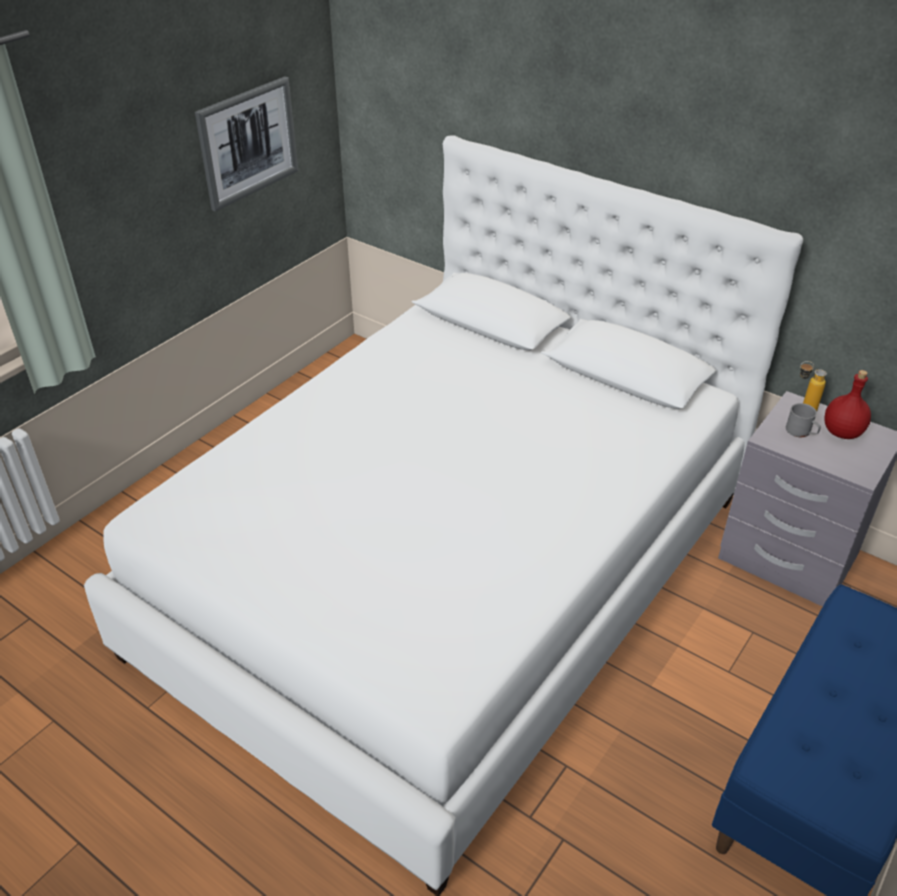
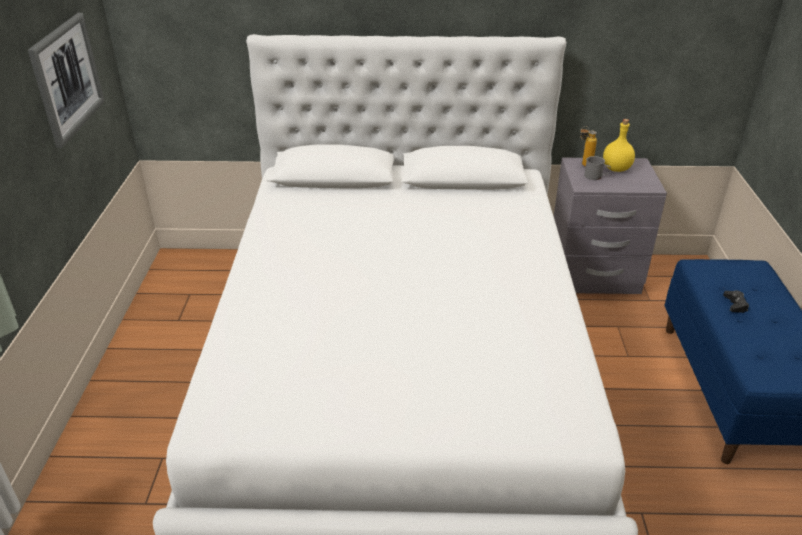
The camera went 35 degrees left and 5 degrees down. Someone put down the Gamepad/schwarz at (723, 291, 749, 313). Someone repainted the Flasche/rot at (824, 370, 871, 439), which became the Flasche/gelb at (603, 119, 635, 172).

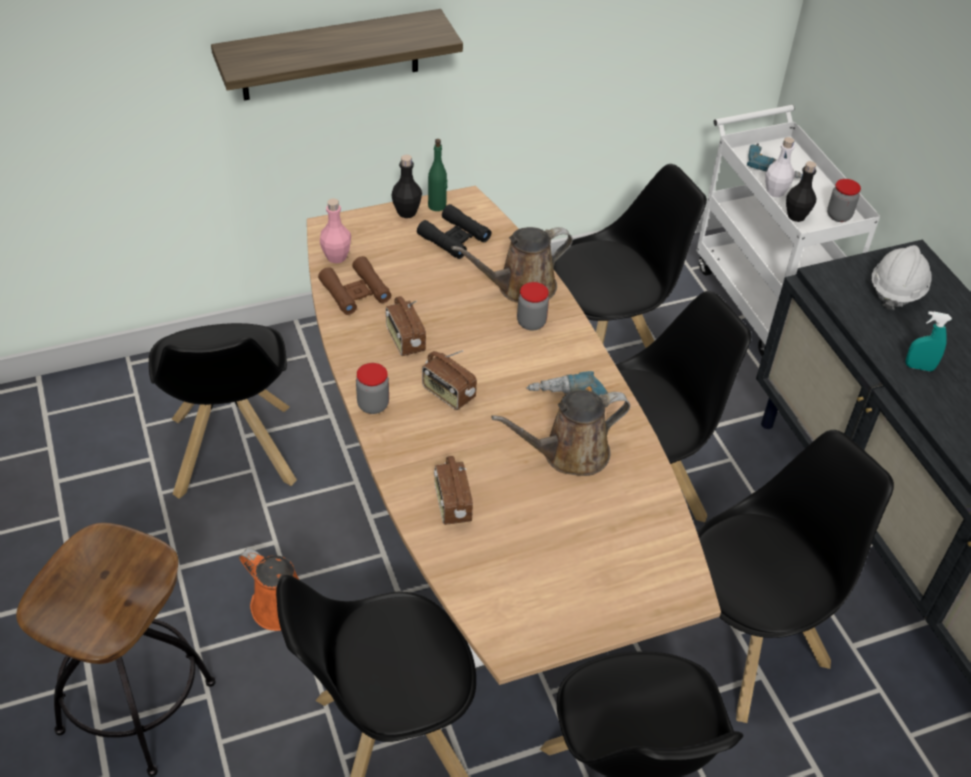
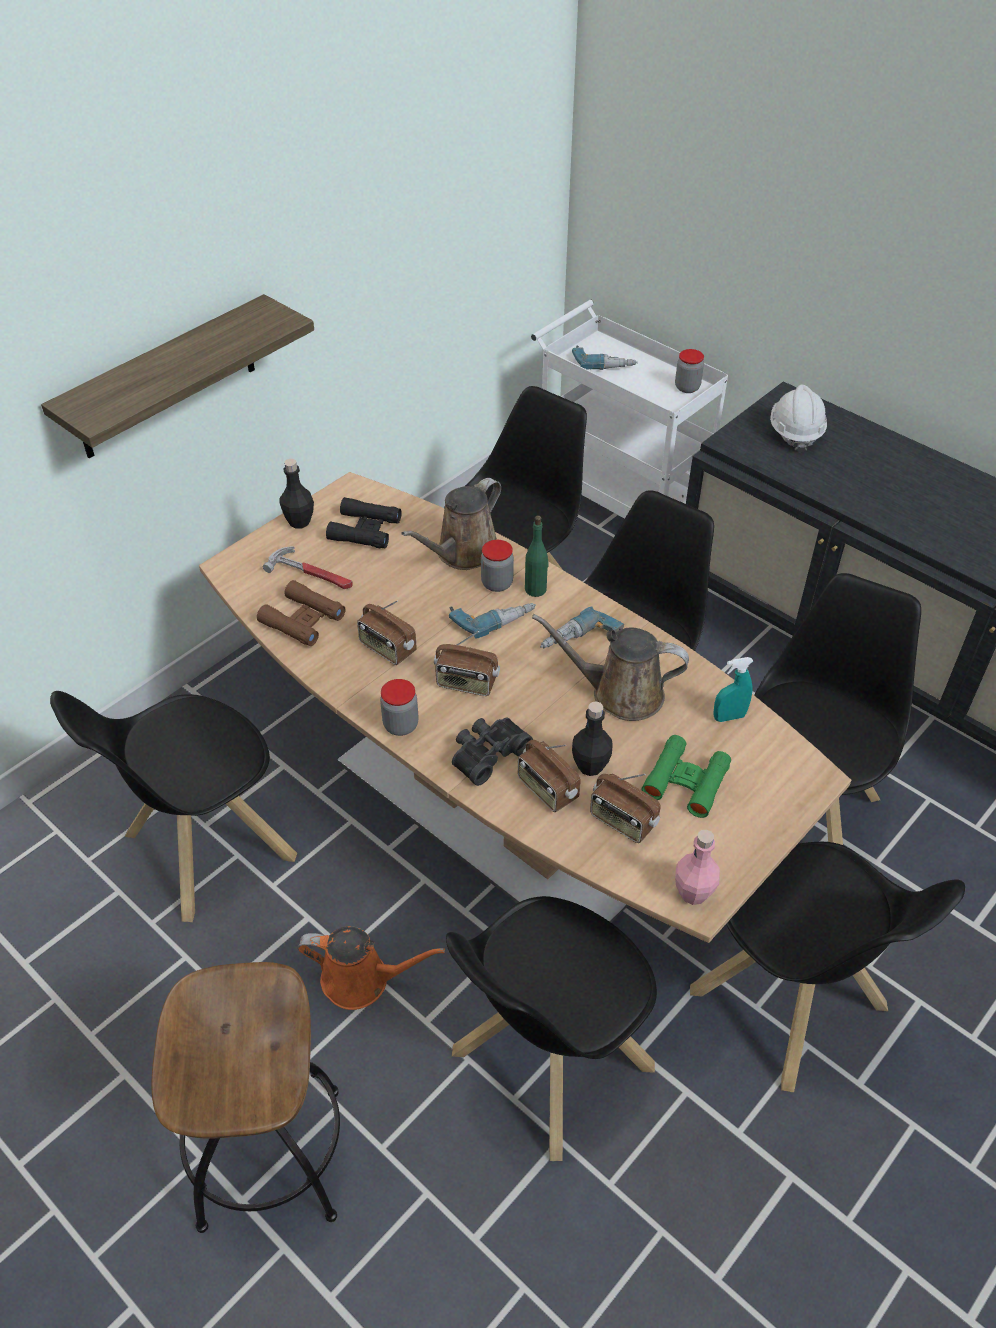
The camera went 25 degrees left and 0 degrees up. Someone took away the Flasche/weiß at (765, 137, 795, 197). Someone put down the Hammer at (263, 547, 353, 589). Someone put down the Bohrmaschine at (449, 603, 536, 639). Someone put down the Fernglas/schwarz at (452, 718, 533, 786). Someone put down the Radio at (590, 774, 661, 843). Someone put down the Fernglas/grün at (641, 735, 731, 818). Someone carried the Flasche/rosa from (320, 198, 351, 264) to (675, 830, 720, 905). Someone carried the Flasche/grün from (428, 139, 448, 211) to (525, 515, 548, 597). Someone carried the Flasche/schwarz from (786, 161, 816, 222) to (572, 701, 613, 776). Someone carried the Sprühflasche/türkis from (906, 311, 952, 372) to (713, 657, 753, 722). Someone rotated the Stuhl/schwarz at (149, 323, 297, 499) by 90 degrees clockwise. Someone rotated the Gießkanne/braun at (491, 390, 630, 476) by 60 degrees clockwise.

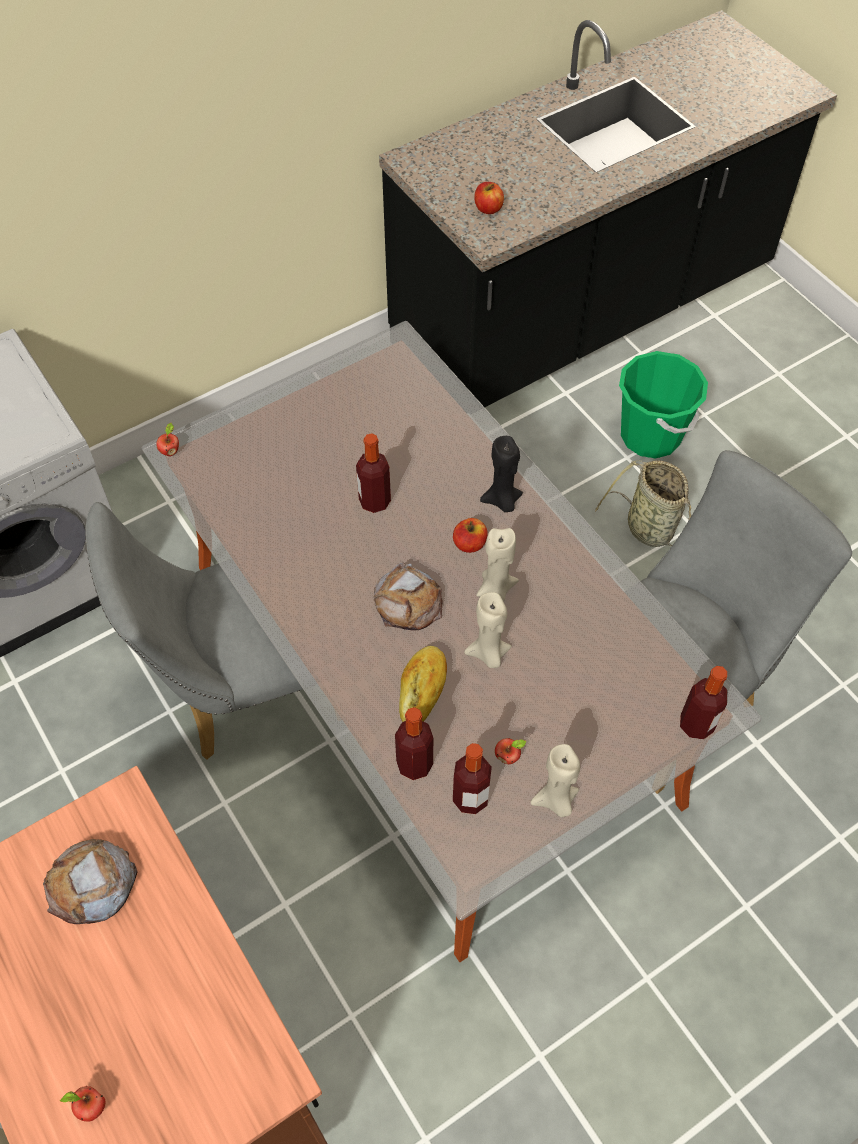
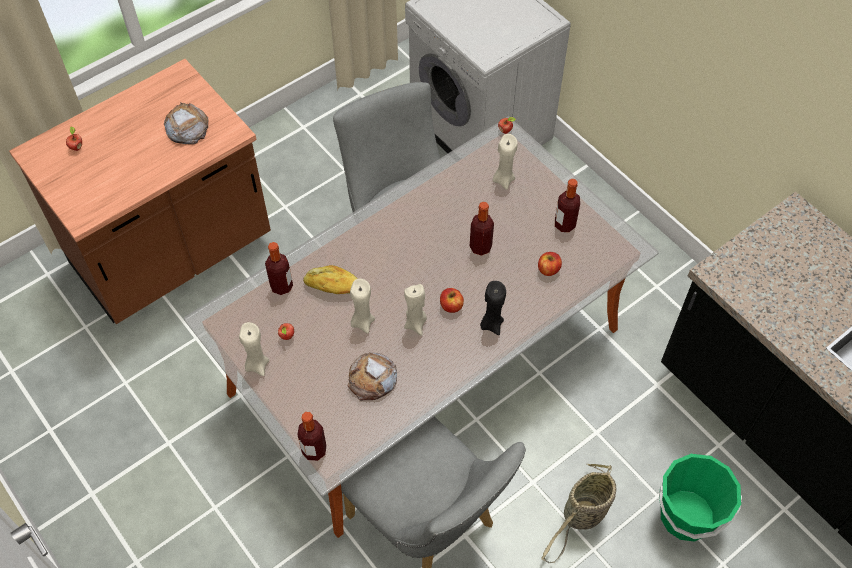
The camera went 85 degrees right and 0 degrees up. Someone put down the Kerze/beige at (493, 134, 518, 190). Someone carried the Brot from (373, 562, 443, 631) to (348, 352, 397, 400). Someone carried the Flasche from (453, 743, 492, 814) to (555, 179, 580, 232). Someone carried the Apfel from (474, 182, 504, 214) to (538, 252, 562, 276).

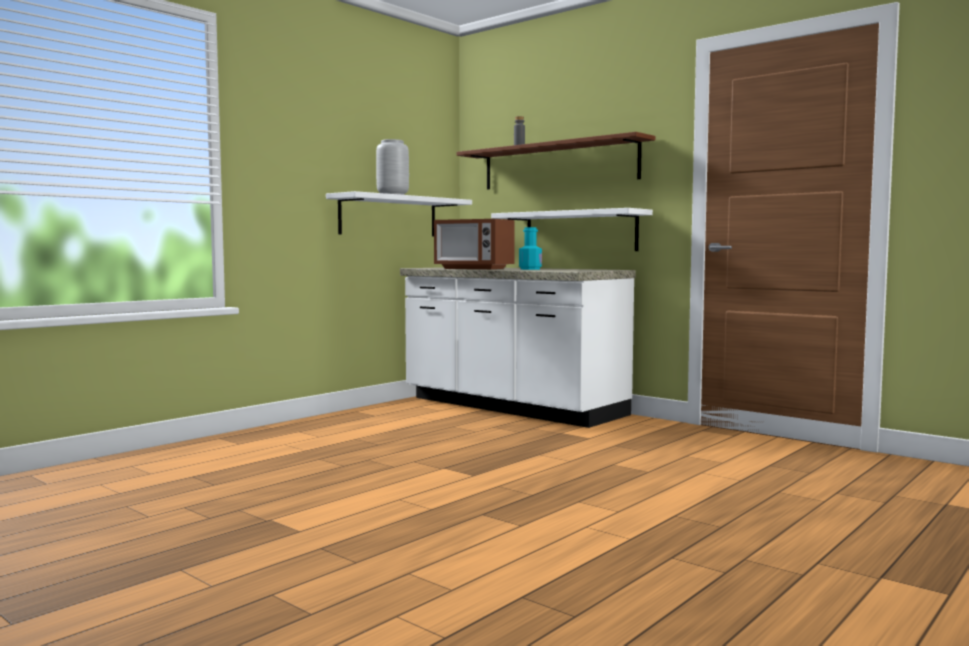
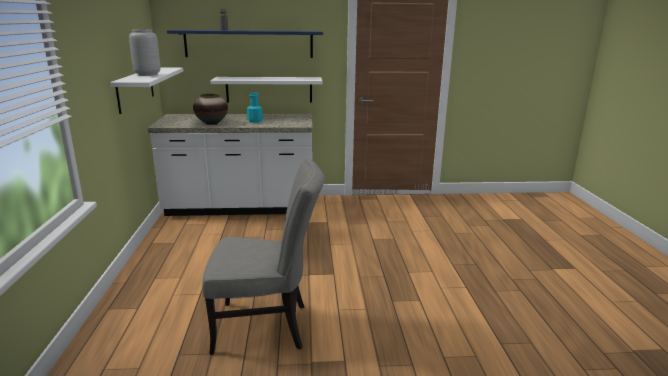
The camera went 45 degrees left and 15 degrees up. Someone put down the Stuhl/grau at (202, 159, 325, 355). Someone swapped the Mikrowelle at (434, 219, 515, 269) for the Vase at (193, 94, 228, 125). Someone repainted the Wandregal/braun at (457, 132, 655, 189), which became the Wandregal/blau at (167, 30, 323, 58).

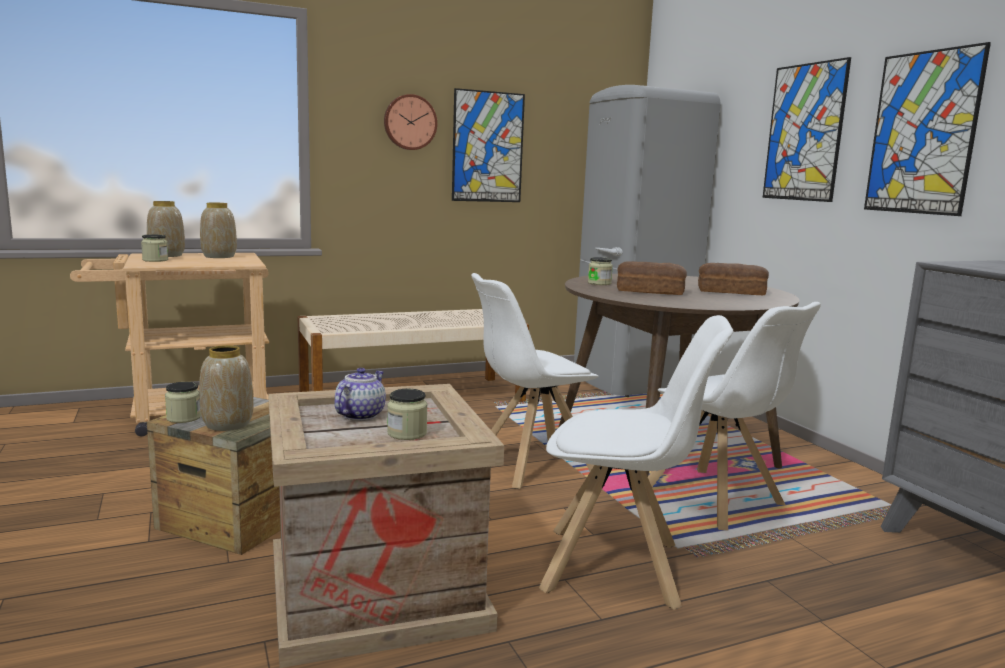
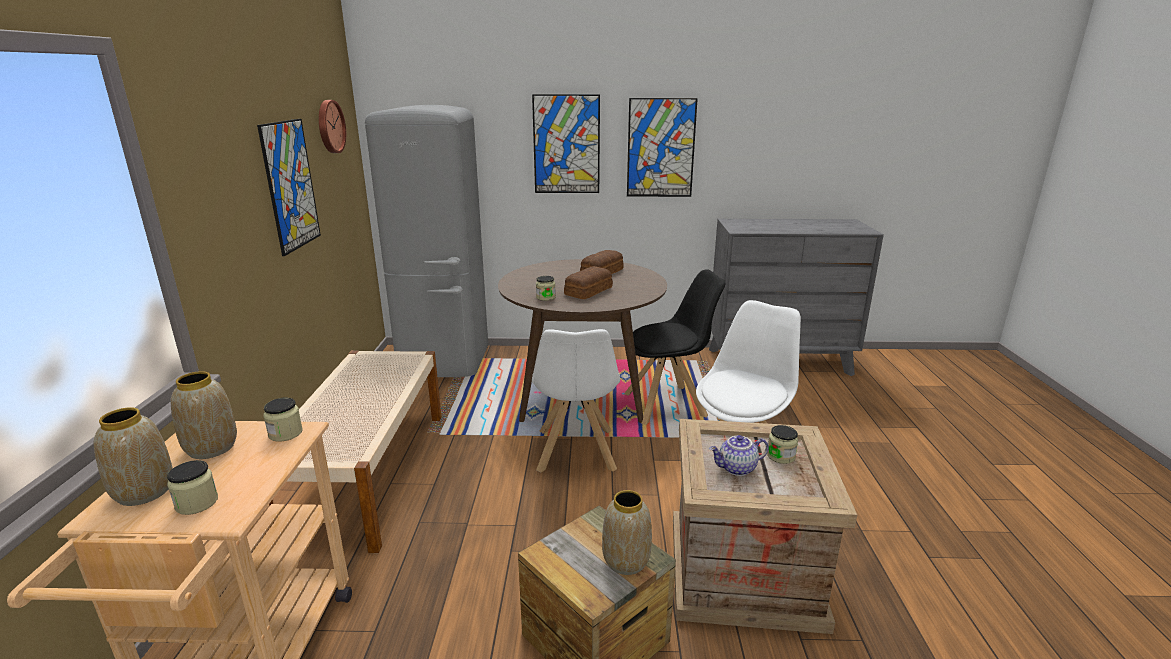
The camera went 65 degrees left and 10 degrees up. Someone carried the Vorratsglas from (165, 382, 201, 423) to (263, 398, 303, 442). Someone carried the Wanduhr from (384, 94, 437, 150) to (319, 100, 346, 153). Someone repainted the Stuhl/weiß at (648, 302, 821, 531), which became the Stuhl/schwarz at (624, 269, 726, 425). Someone rotated the Teekanne at (334, 368, 386, 421) by 60 degrees counterclockwise.

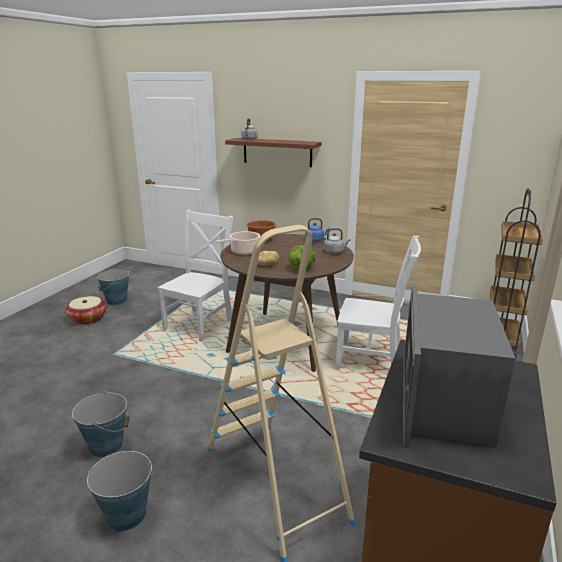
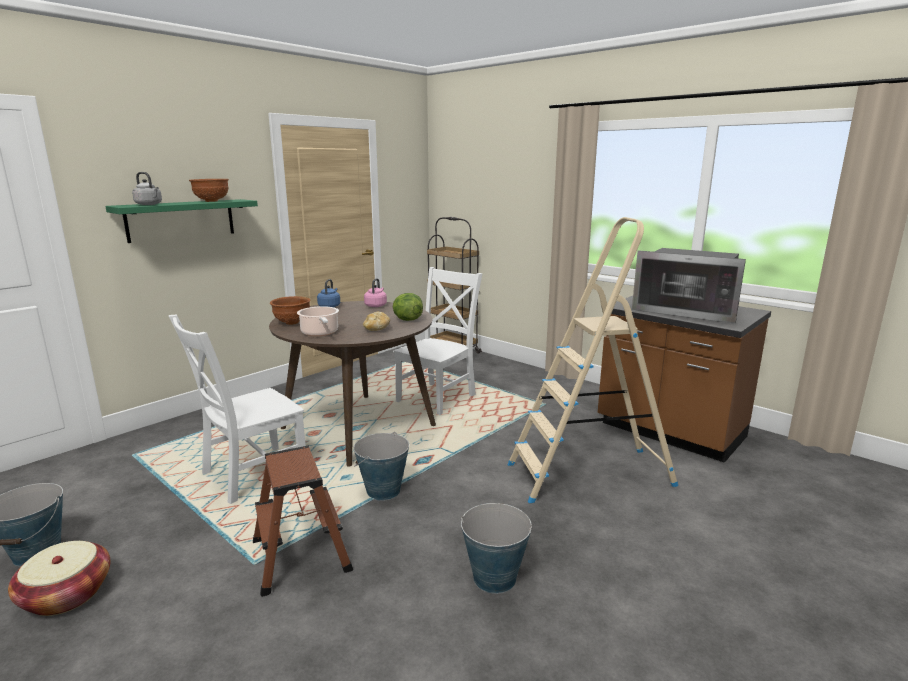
The camera went 70 degrees left and 5 degrees down. Someone put down the Schüssel/braun at (189, 179, 229, 202). Someone put down the Trittleiter/braun at (253, 445, 353, 597). Someone carried the Eimer from (87, 451, 154, 532) to (354, 432, 409, 501). Someone repainted the Wandregal/braun at (225, 138, 322, 167), which became the Wandregal/grün at (105, 199, 258, 243). Someone repainted the Wasserkessel/grau at (324, 228, 350, 254), which became the Wasserkessel/rosa at (364, 278, 387, 307). Someone rotated the Stuhl/weiß at (157, 210, 233, 341) by 90 degrees counterclockwise.

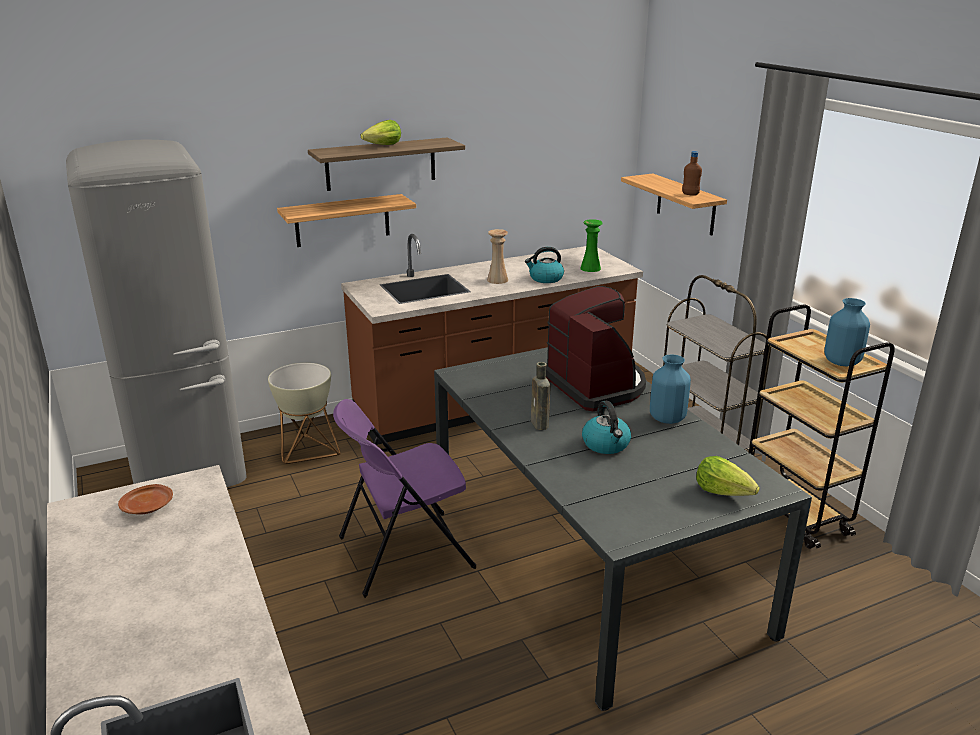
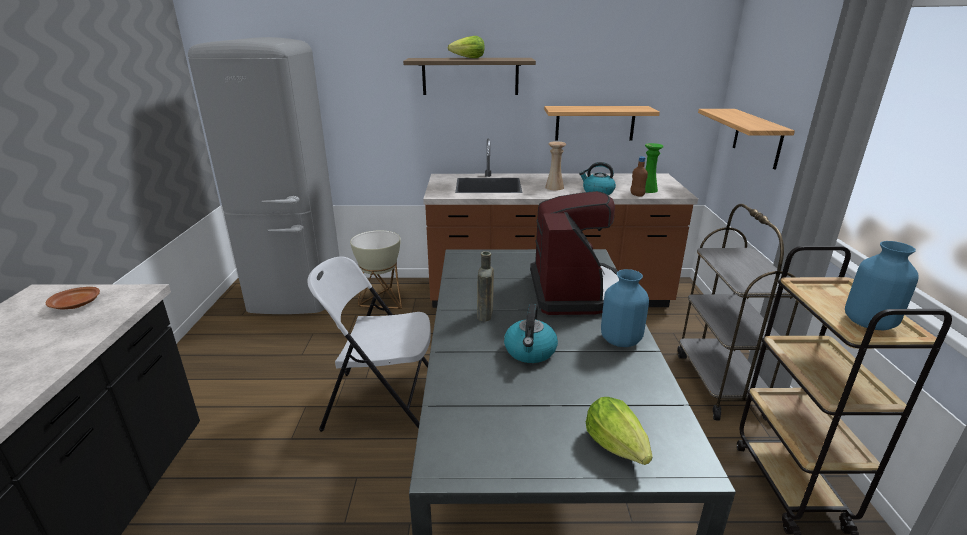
The camera went 25 degrees right and 0 degrees up. Someone carried the Wandregal from (277, 194, 416, 247) to (544, 106, 660, 140). Someone carried the Flasche/braun from (682, 151, 702, 196) to (630, 156, 648, 197). Someone repainted the Stuhl/lila at (333, 399, 476, 598), which became the Stuhl/weiß at (307, 257, 431, 432).

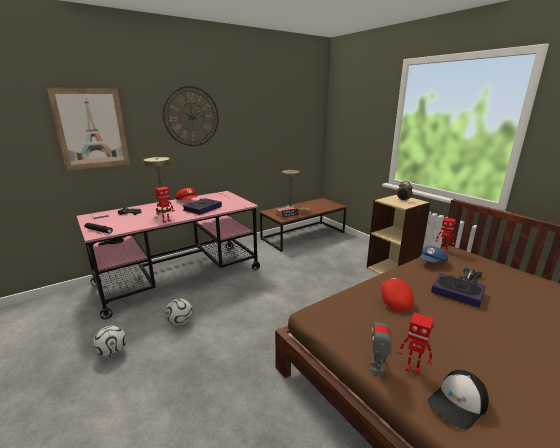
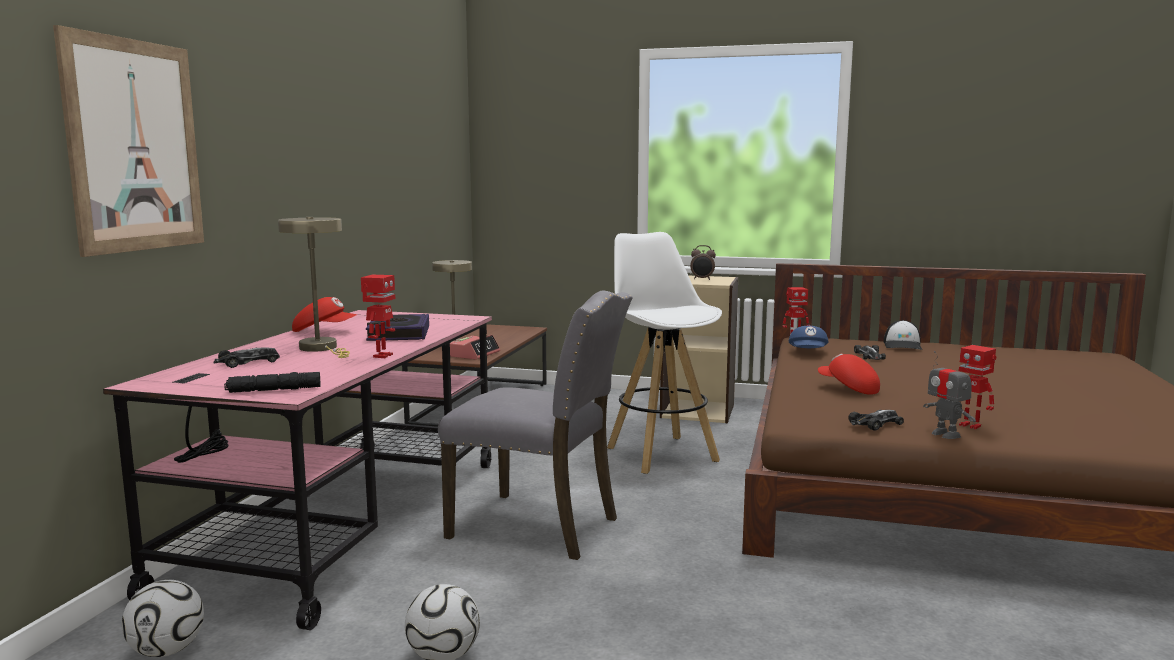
The camera went 40 degrees left and 10 degrees down. Someone took away the Wanduhr at (163, 86, 218, 146). Someone took away the Buch at (431, 273, 486, 308). Someone put down the Stuhl/grau at (438, 291, 633, 560). Someone put down the Hocker/weiß at (607, 232, 722, 474). Someone put down the Spielzeugauto at (848, 410, 904, 431). Someone carried the Fußball from (165, 298, 193, 326) to (122, 580, 204, 657). Someone carried the Kappe from (428, 370, 489, 430) to (883, 320, 922, 350). Someone rotated the Spielzeugroboter at (398, 312, 434, 375) by 60 degrees clockwise.

